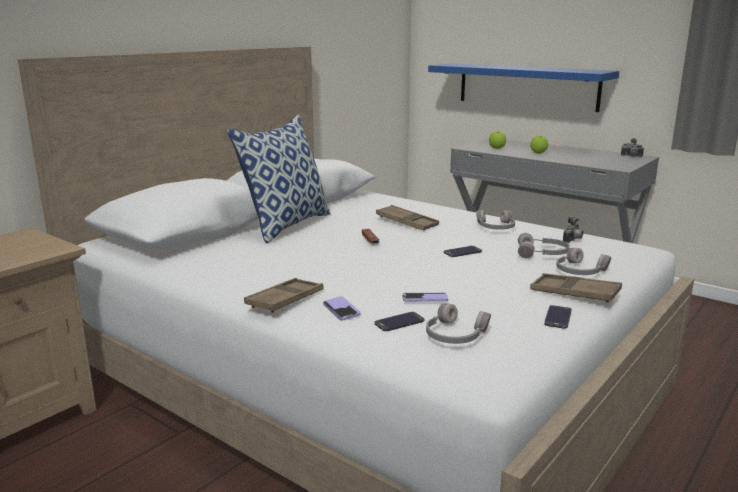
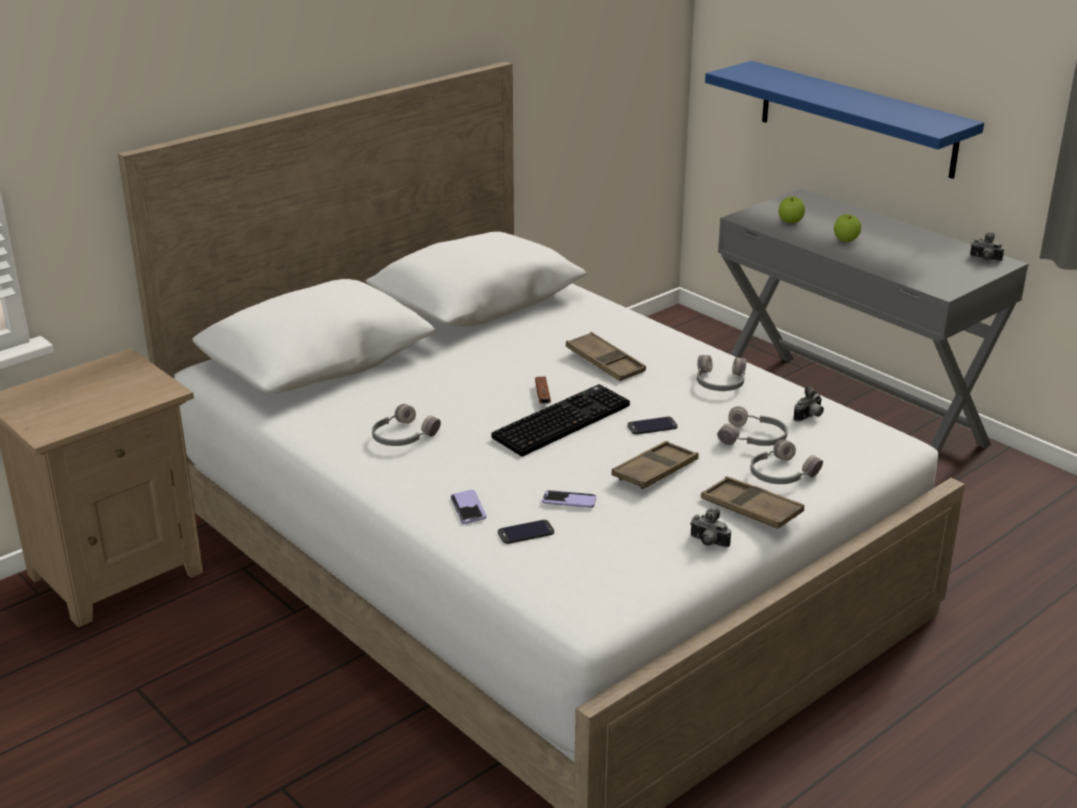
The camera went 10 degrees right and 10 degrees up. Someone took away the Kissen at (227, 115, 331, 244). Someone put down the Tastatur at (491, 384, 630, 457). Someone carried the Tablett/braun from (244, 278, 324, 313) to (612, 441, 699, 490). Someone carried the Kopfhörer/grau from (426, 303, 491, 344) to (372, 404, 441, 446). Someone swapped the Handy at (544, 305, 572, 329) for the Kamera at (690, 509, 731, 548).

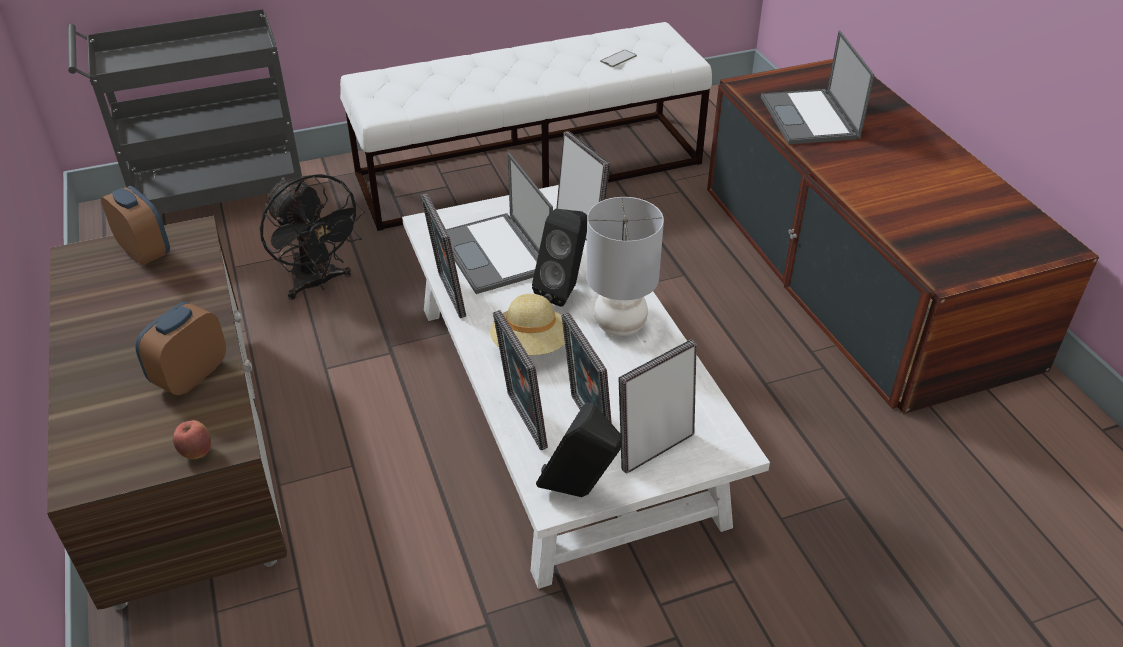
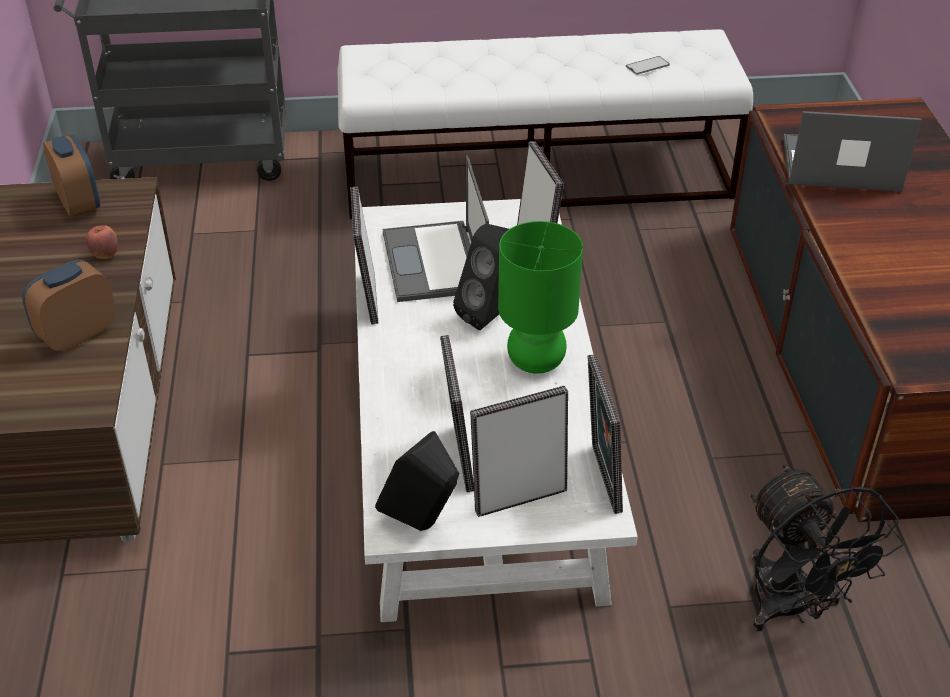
The camera went 15 degrees right and 0 degrees up. Someone took away the Hut/beige at (490, 294, 565, 355). Someone carried the Apfel from (173, 420, 211, 459) to (86, 225, 118, 259). Someone carried the Ventilator/schwarz from (260, 174, 365, 300) to (751, 465, 904, 631). Someone carried the Bilderrahmen from (493, 310, 548, 450) to (588, 354, 623, 514). Someone repainted the Tischlampe/grau at (586, 197, 664, 336), which became the Tischlampe/grün at (498, 221, 583, 374). Someone rotated the Laptop at (761, 30, 874, 145) by 90 degrees clockwise.

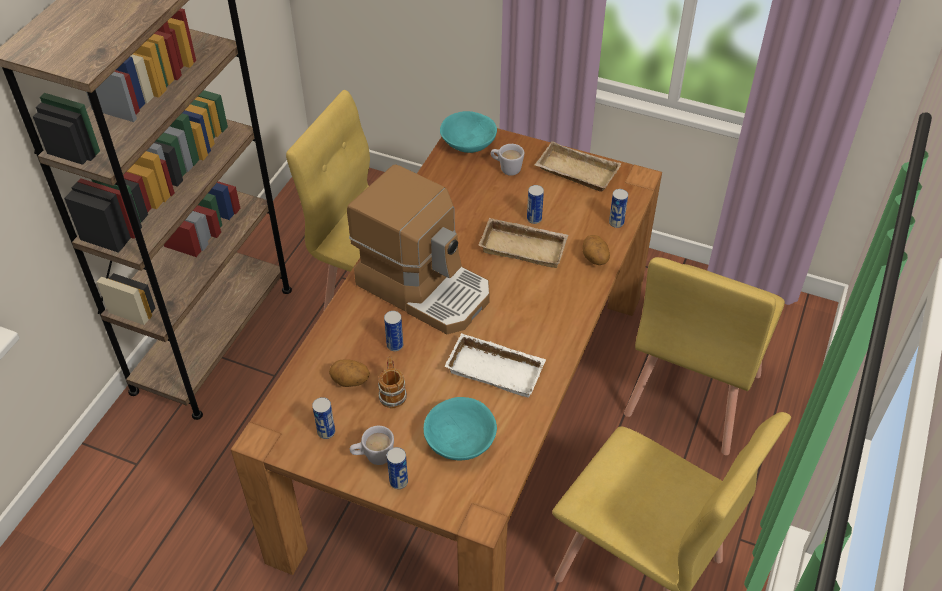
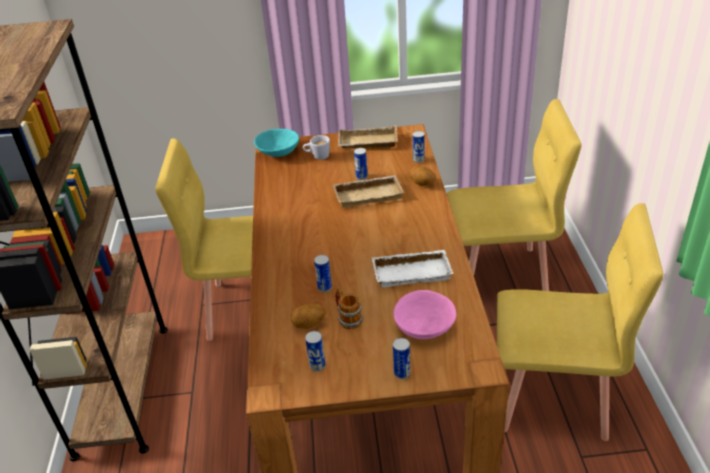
The camera went 25 degrees left and 10 degrees down. Someone took away the Kaffeemaschine at (347, 164, 490, 334). Someone took away the Henkelbecher/weiß at (350, 426, 394, 465). Someone repainted the Schüssel/türkis at (424, 397, 497, 460), which became the Schüssel/rosa at (393, 290, 456, 339). Someone rotated the Stuhl/gelb at (624, 257, 785, 455) by 90 degrees counterclockwise.

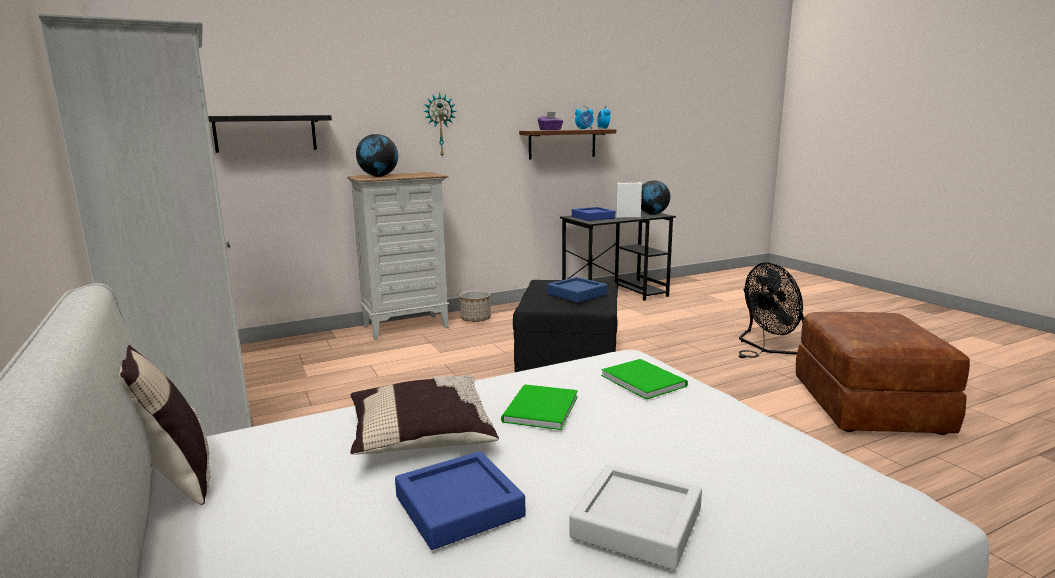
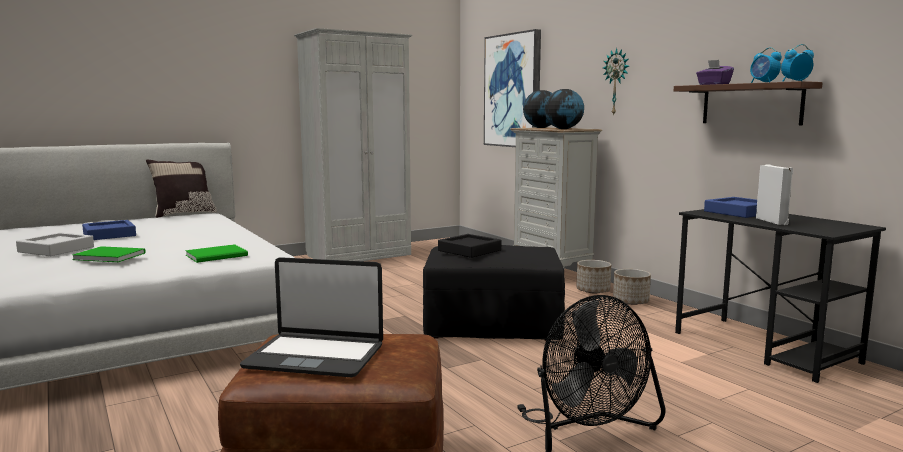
The camera went 85 degrees right and 5 degrees down. Someone took away the Kissen at (350, 375, 499, 455). Someone put down the Laptop at (240, 257, 383, 377). Someone put down the Pflanzkübel at (613, 269, 651, 305). Someone carried the Buch/grün from (501, 384, 578, 430) to (72, 246, 146, 262). Someone carried the Globus from (641, 180, 671, 215) to (544, 89, 584, 129). Someone swapped the Wandregal/schwarz at (208, 115, 332, 153) for the Bild at (484, 29, 541, 147). Someone repainted the Tablett/blau at (547, 277, 608, 303), which became the Tablett/schwarz at (438, 234, 501, 258).

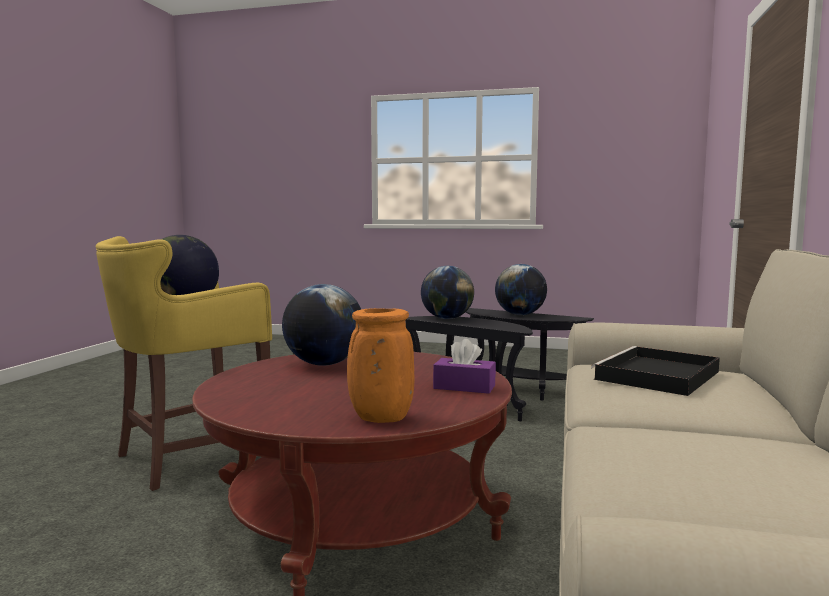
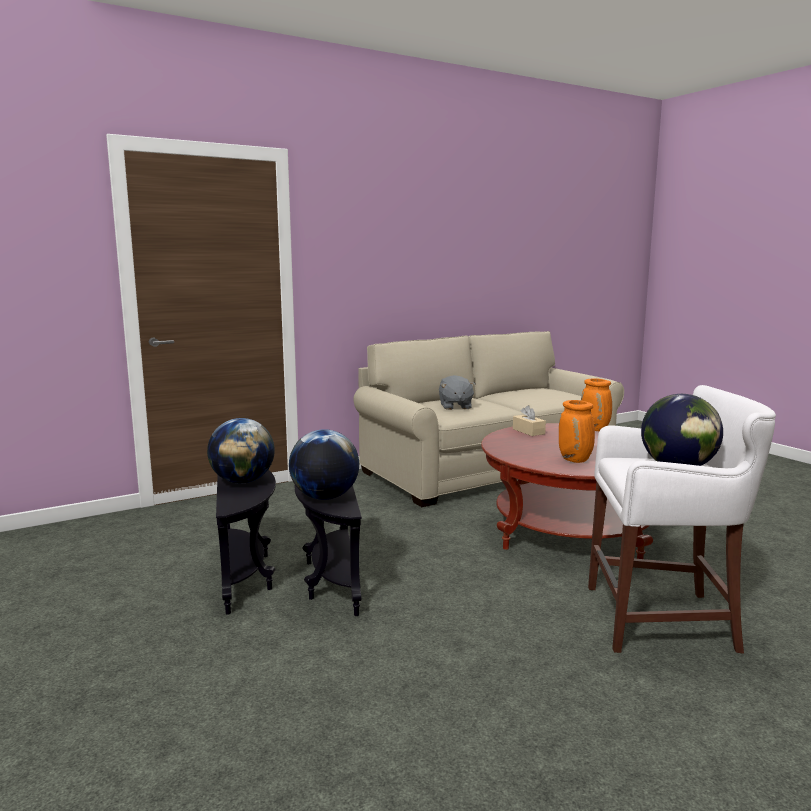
The camera went 135 degrees left and 5 degrees up. Someone swapped the Globus at (282, 284, 361, 366) for the Vase/orange at (559, 400, 595, 463). Someone swapped the Tablett/schwarz at (591, 346, 720, 396) for the Plüschtier/grau at (439, 375, 476, 410). Someone repainted the Hocker/gelb at (96, 236, 272, 491), which became the Hocker/weiß at (588, 385, 776, 654). Someone repainted the Taschentuchbox/lila at (433, 339, 496, 394), which became the Taschentuchbox/beige at (513, 405, 546, 436).

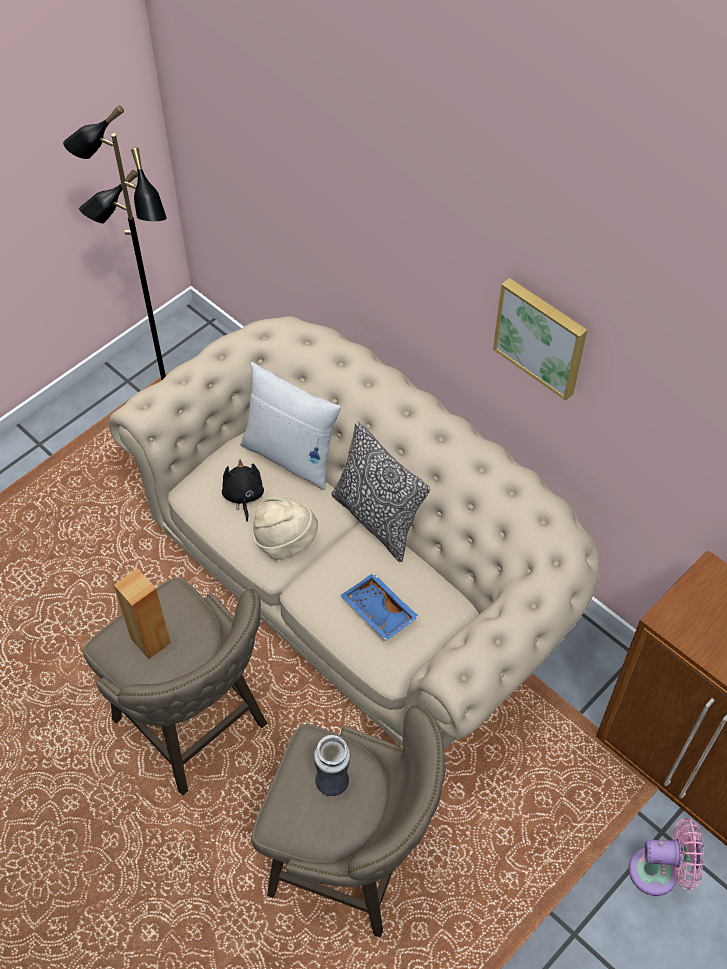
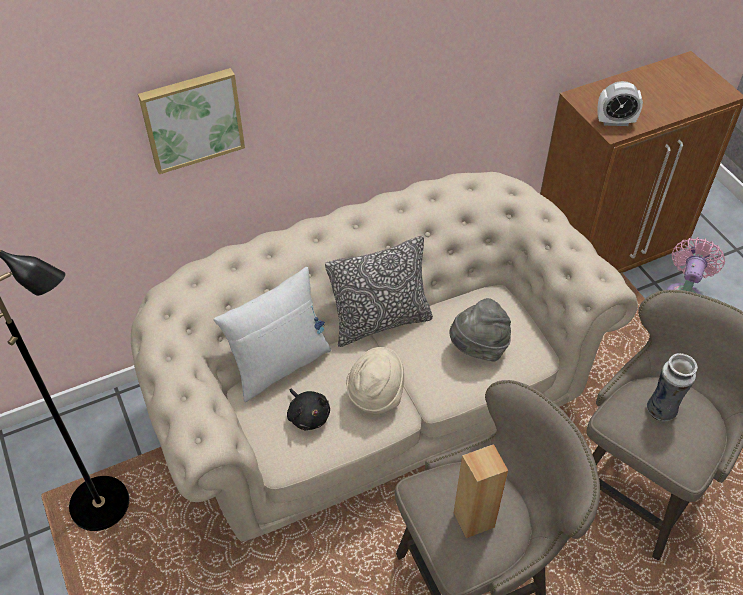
The camera went 70 degrees left and 5 degrees down. Someone put down the Wecker at (597, 81, 643, 126). Someone carried the Bild from (493, 278, 587, 401) to (138, 68, 245, 174). Someone swapped the Tablett/blau at (341, 573, 419, 641) for the Hut/grau at (449, 298, 511, 362). Someone rotated the Plüschtier/schwarz at (222, 459, 264, 522) by 135 degrees counterclockwise.

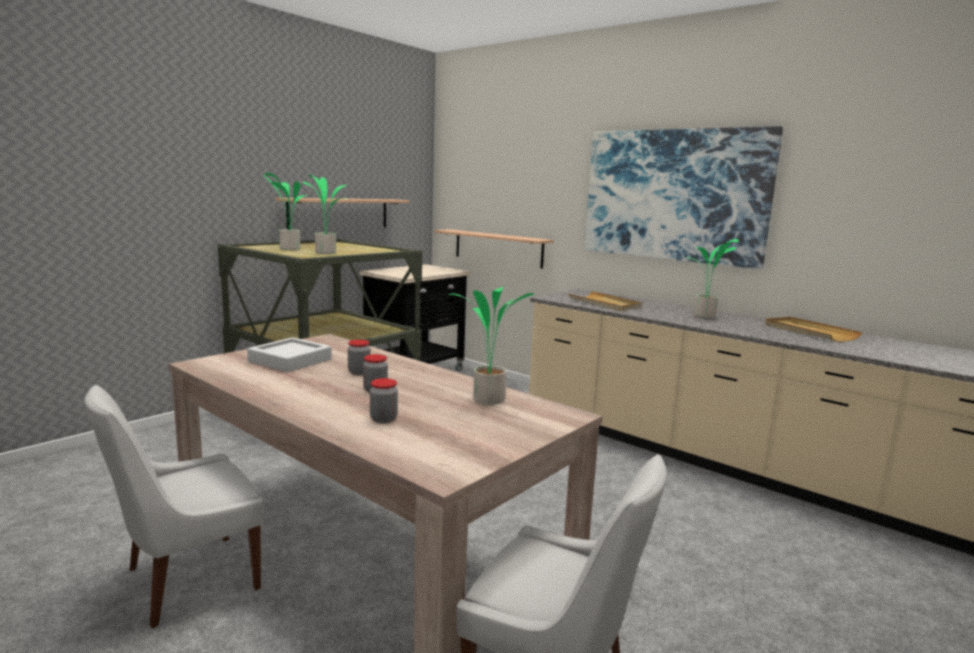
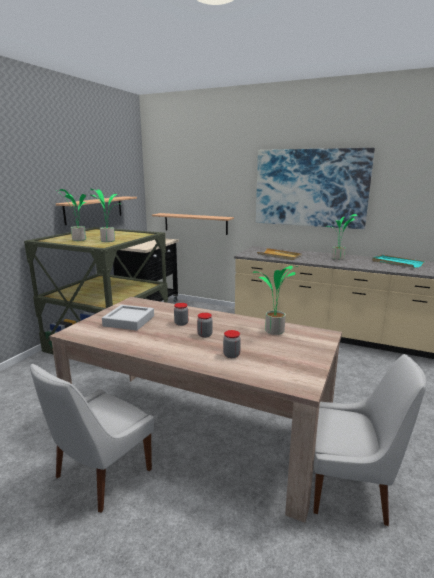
The camera went 15 degrees left and 5 degrees up. Someone repainted the Tablett/beige at (765, 317, 862, 342), which became the Tablett/türkis at (372, 255, 425, 268).

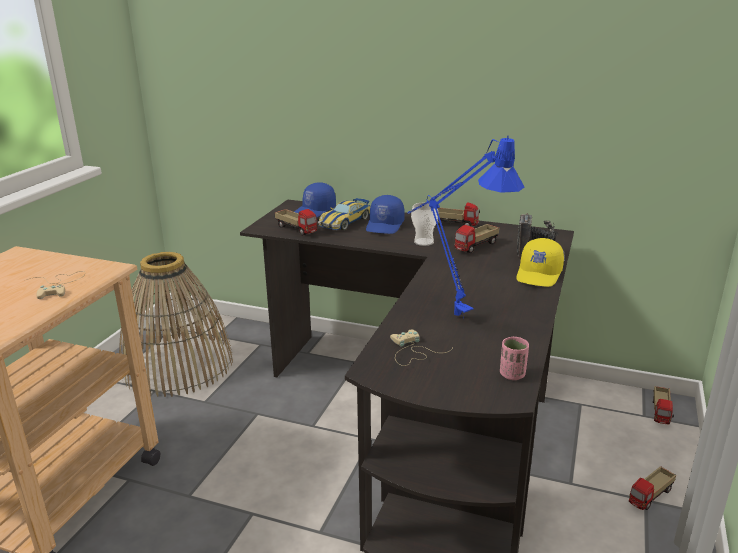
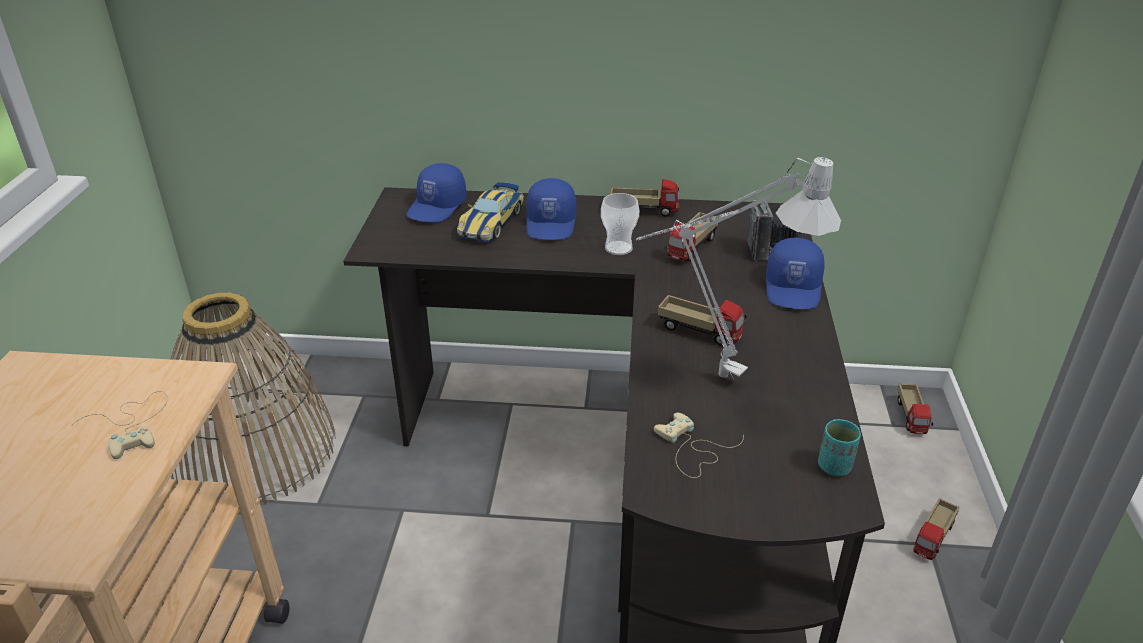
The camera went 15 degrees left and 10 degrees up. Someone carried the Spielzeuglaster from (275, 209, 319, 236) to (658, 295, 747, 346). Someone repainted the Tischlampe/blau at (407, 136, 525, 318), which became the Tischlampe/grau at (636, 156, 841, 378). Someone repainted the Tasse/rosa at (500, 336, 529, 380), which became the Tasse/türkis at (818, 419, 861, 476). Someone repainted the Kappe/gelb at (517, 238, 564, 287), which became the Kappe/blau at (766, 238, 825, 309).

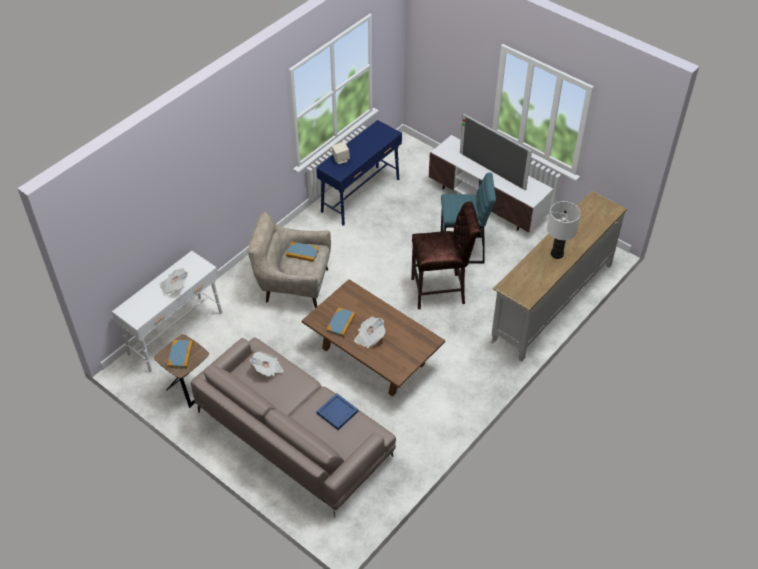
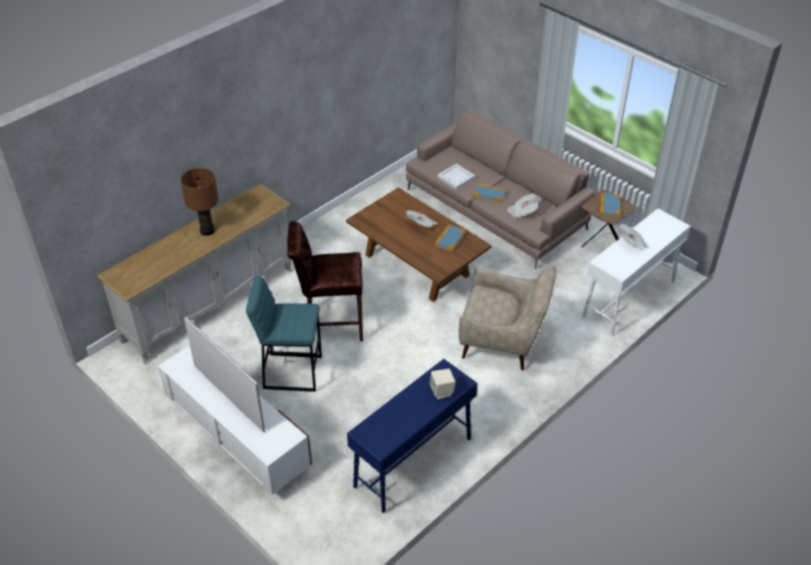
The camera went 175 degrees left and 5 degrees down. Someone carried the Buch from (286, 242, 319, 262) to (473, 184, 507, 204). Someone repainted the Tablett/blau at (316, 393, 358, 430), which became the Tablett/weiß at (437, 164, 475, 190). Someone repainted the Tischlampe/weiß at (547, 201, 581, 259), which became the Tischlampe/braun at (181, 168, 219, 235).

